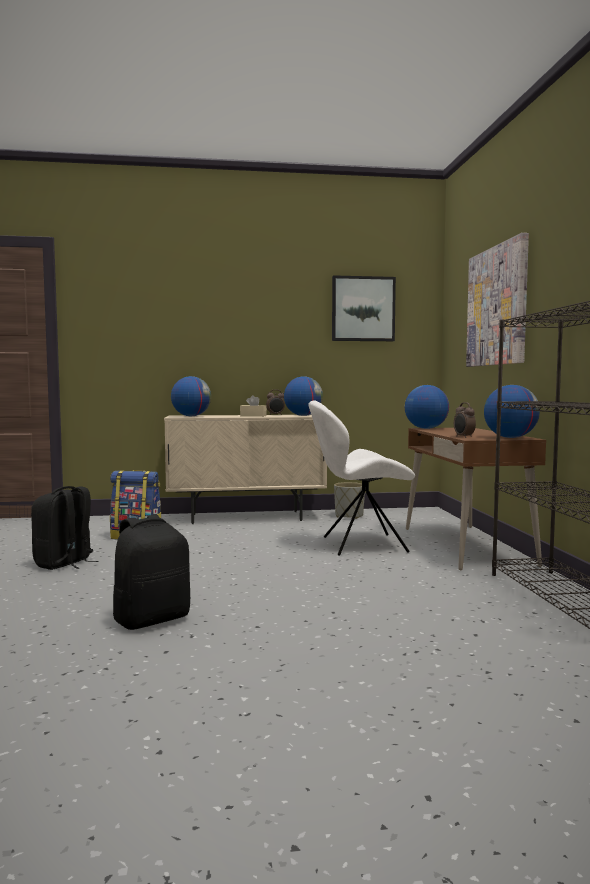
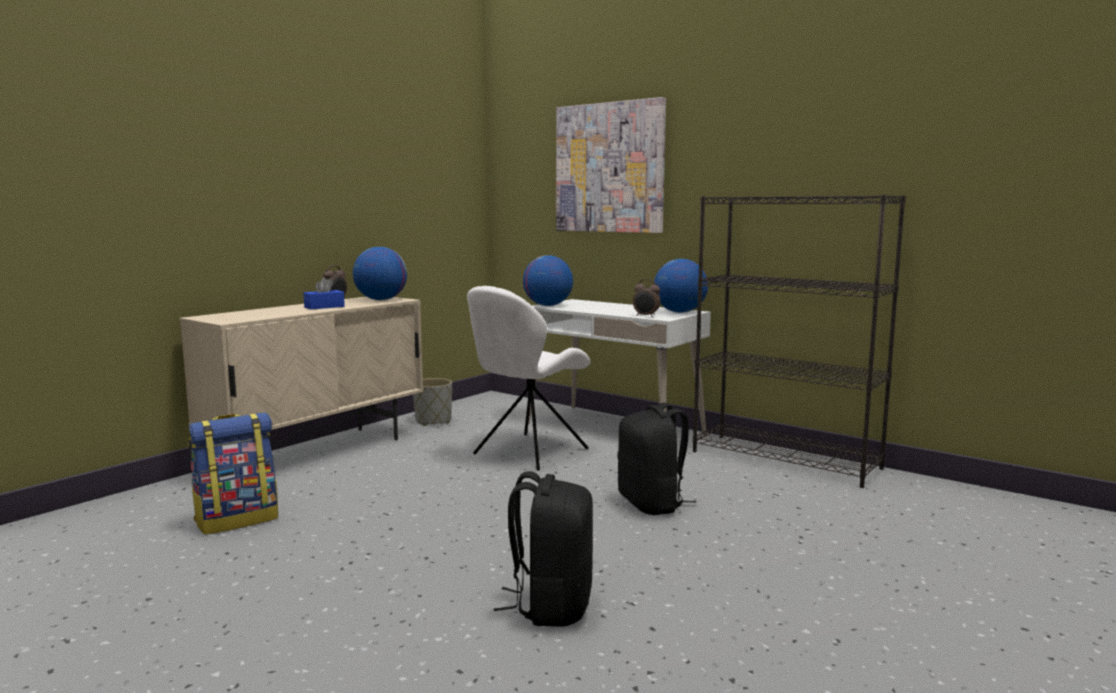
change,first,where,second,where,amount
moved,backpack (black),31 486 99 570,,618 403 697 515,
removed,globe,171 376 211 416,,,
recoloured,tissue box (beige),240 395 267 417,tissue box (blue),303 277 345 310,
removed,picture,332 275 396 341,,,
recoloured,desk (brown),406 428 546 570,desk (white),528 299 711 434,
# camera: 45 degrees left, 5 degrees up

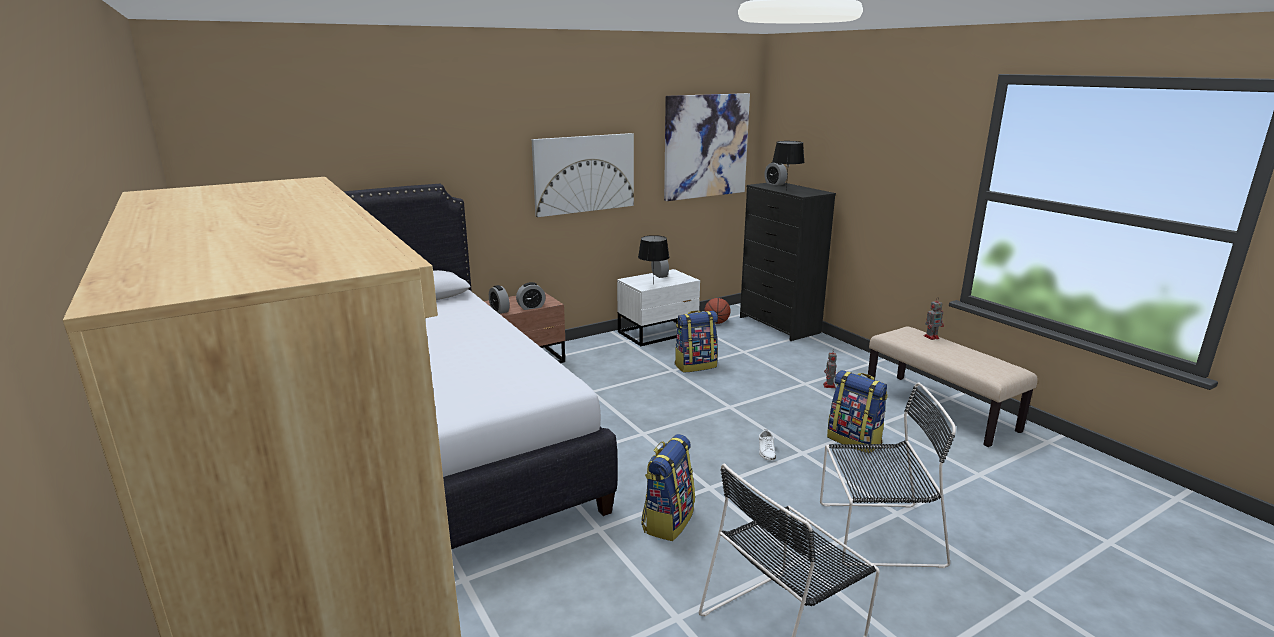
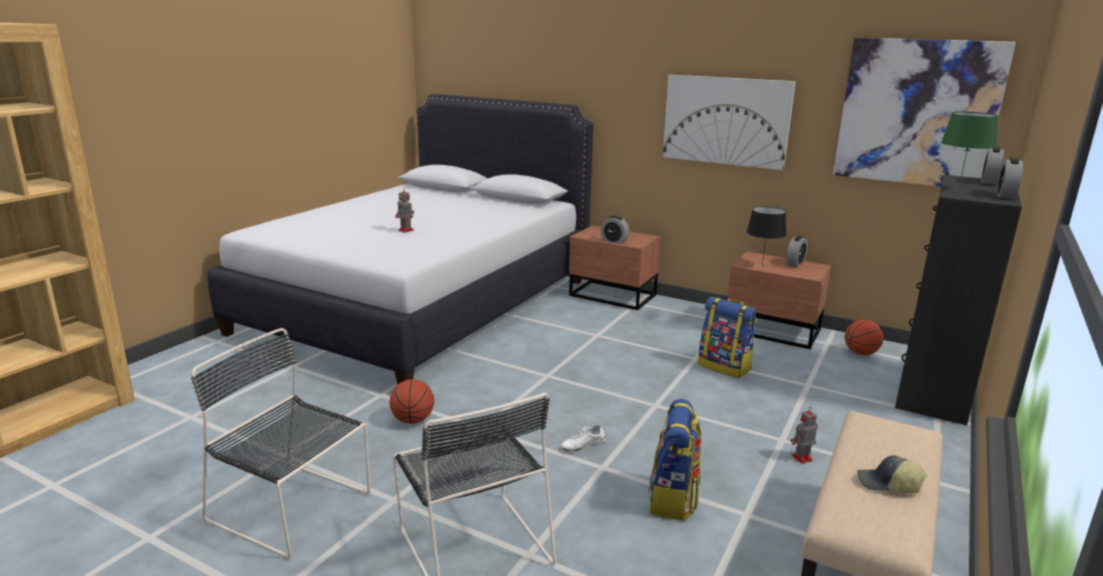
change,first,where,second,where,amount
moved,alarm clock,489 285 510 314,,996 158 1023 199,
recoloured,nightstand (white),617 269 700 346,nightstand (brown),728 251 831 349,
replaced,backpack,641 434 695 541,basketball,390 379 434 424,
recoloured,table lamp (black),772 141 805 190,table lamp (green),941 112 998 189,
moved,toy robot,924 297 944 340,,396 187 414 233,
added,,,cap,857 455 927 494,
# camera: 60 degrees right, 0 degrees up

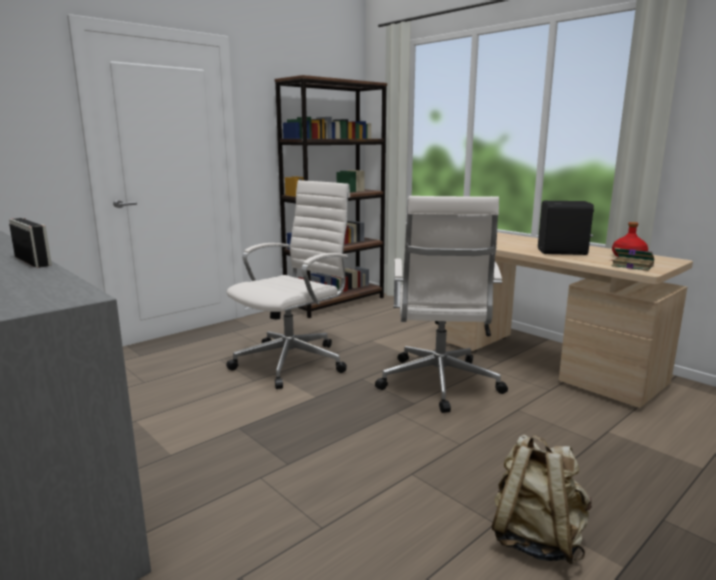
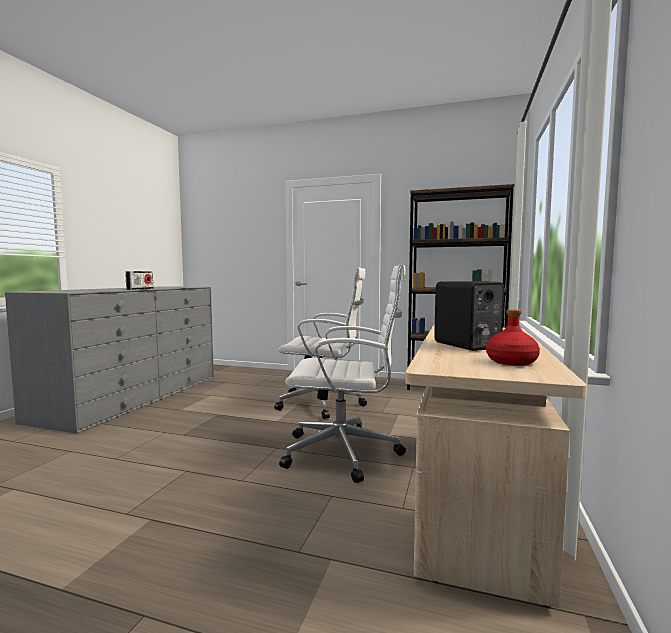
change,first,where,second,where,amount
turned,office chair (white),375 196 508 413,,279 264 406 483,150 degrees counterclockwise
removed,backpack (beige),492 434 592 564,,,
removed,book,610 248 655 271,,,
# camera: 60 degrees right, 10 degrees down

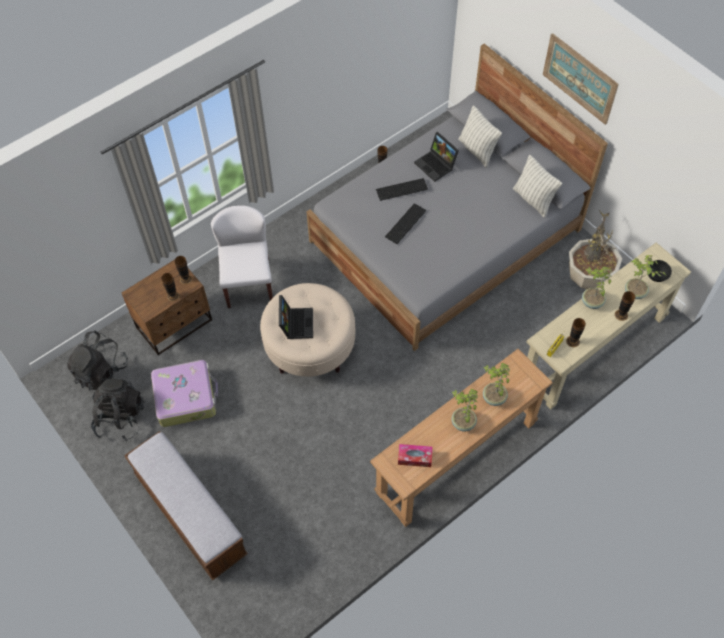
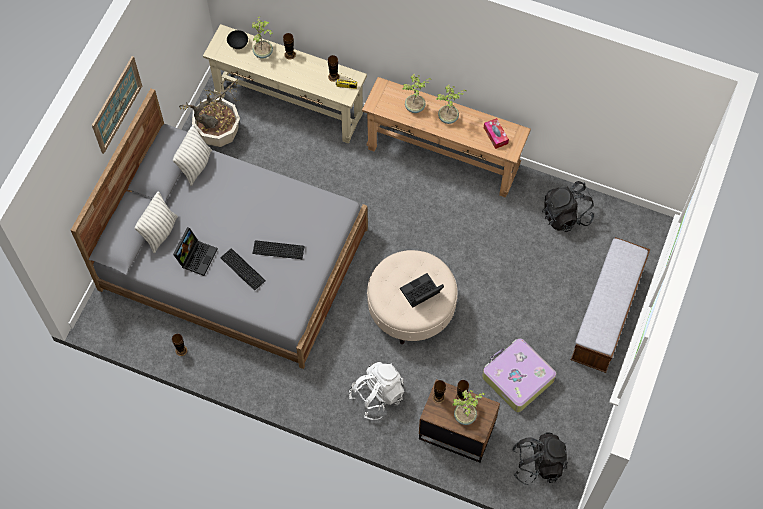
change,first,where,second,where,amount
moved,backpack (black),91 378 145 441,,542 181 594 232,
replaced,chair (white),211 205 273 308,backpack (white),349 362 405 420,
moved,potted plant,582 267 612 309,,452 390 485 425,
# camera: 120 degrees left, 5 degrees up

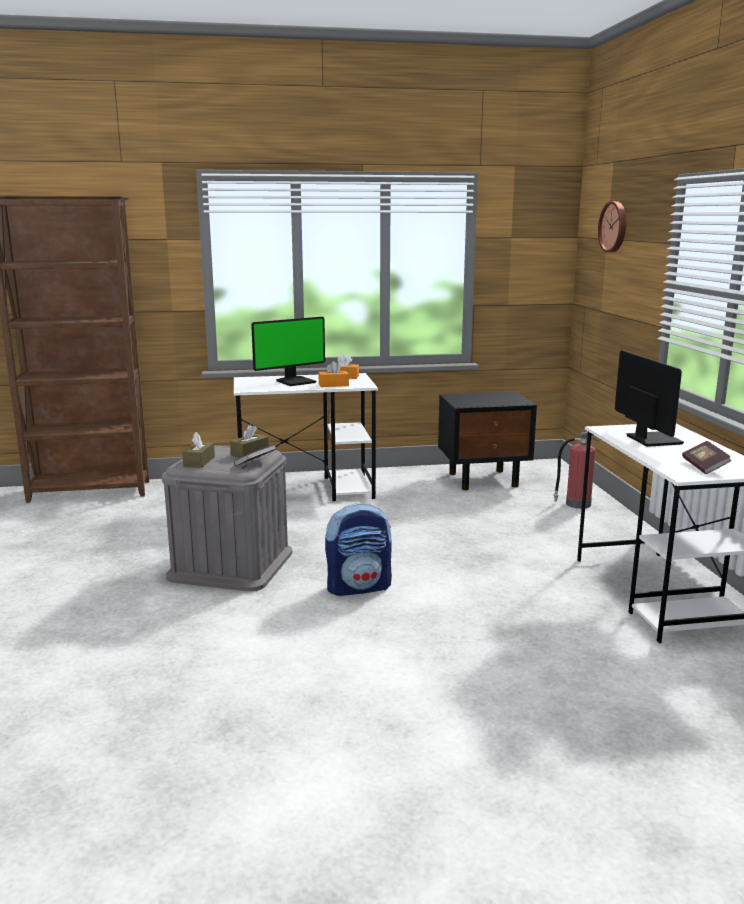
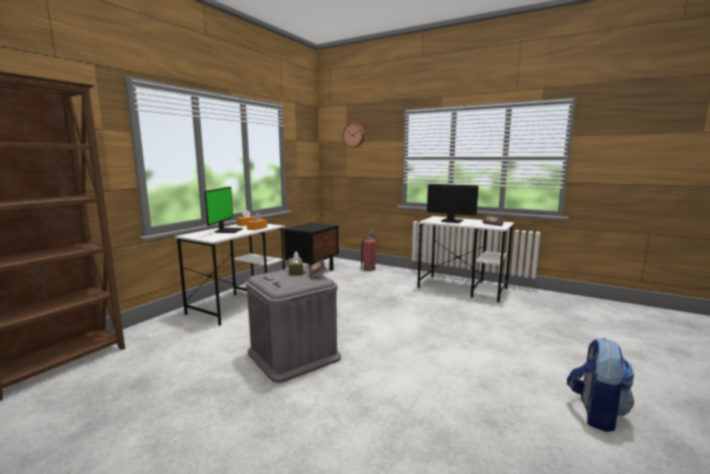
change,first,where,second,where,amount
removed,tissue box (brown),182 432 215 468,,,
moved,backpack,325 503 392 596,,567 338 634 432,
# camera: 50 degrees left, 5 degrees down

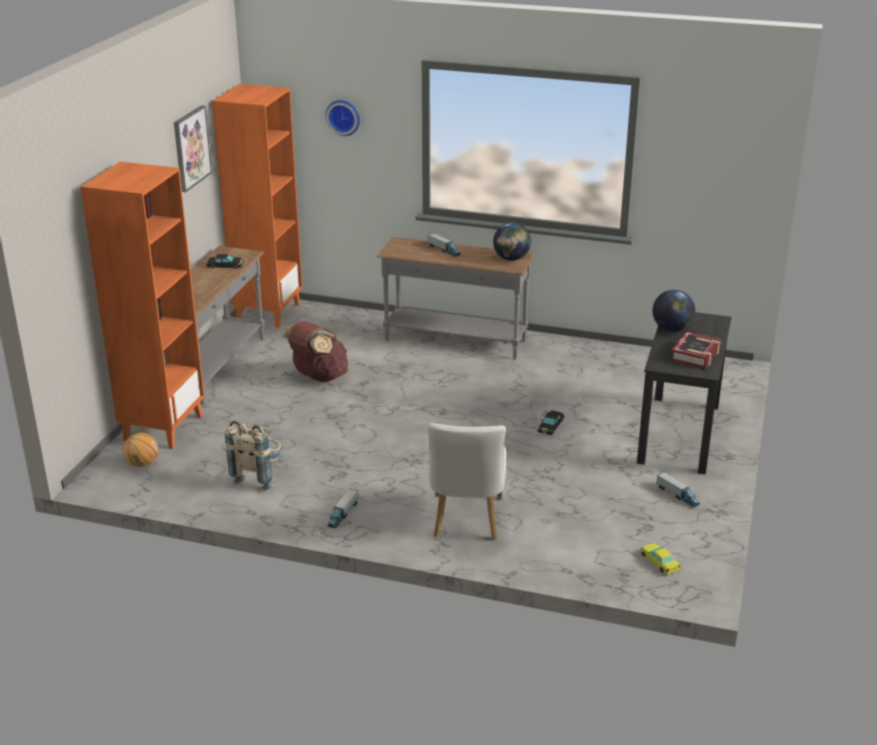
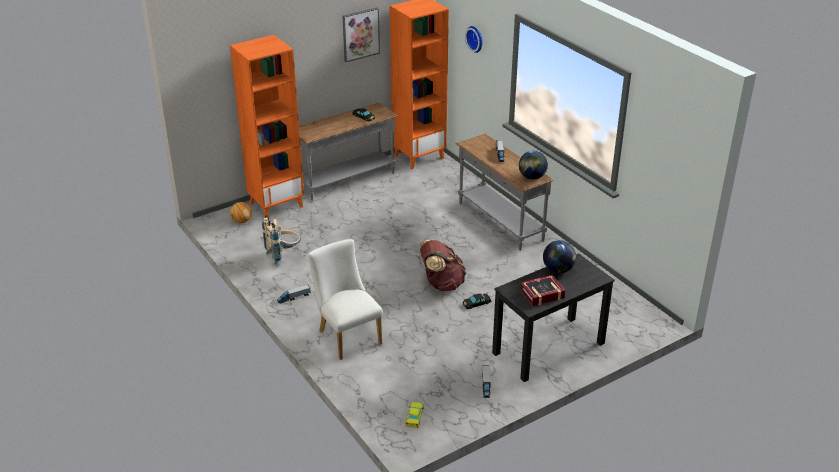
change,first,where,second,where,amount
moved,backpack (brown),281 321 348 382,,420 240 466 291,
turned,chair (white),428 423 506 540,,308 239 383 360,105 degrees clockwise
# camera: 40 degrees right, 5 degrees up

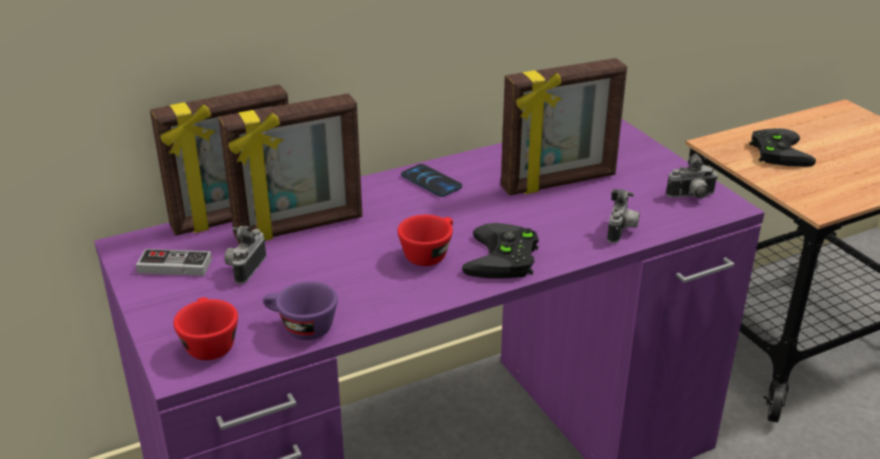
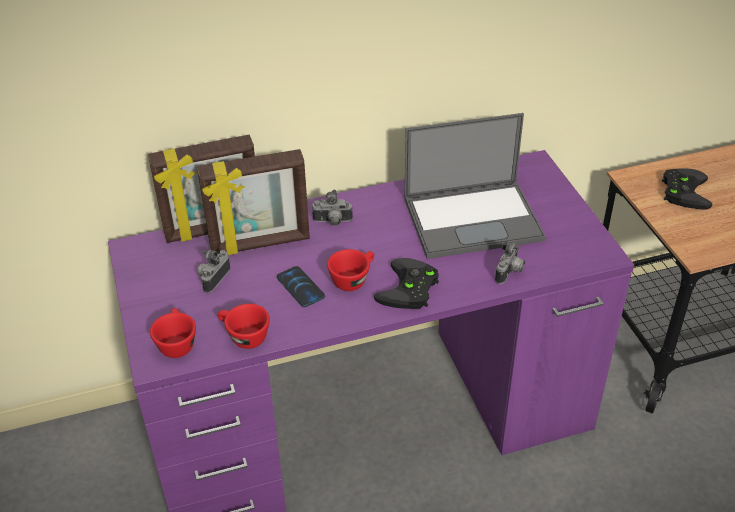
change,first,where,second,where,amount
removed,game controller,136 249 212 276,,,
recoloured,cup (purple),263 281 338 340,cup (red),217 304 270 349,
moved,phone,401 164 462 197,,277 266 325 307,
replaced,picture frame,501 58 627 195,laptop,404 113 546 259,
moved,photo camera,666 153 718 198,,312 190 353 226,
# camera: 10 degrees right, 10 degrees up

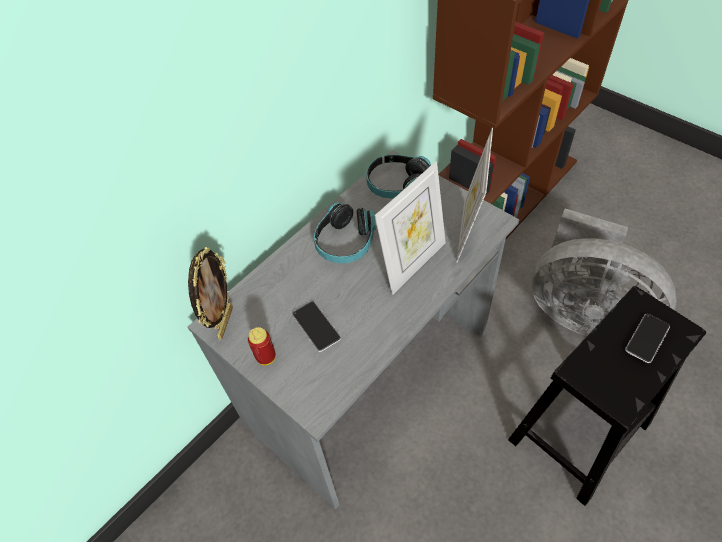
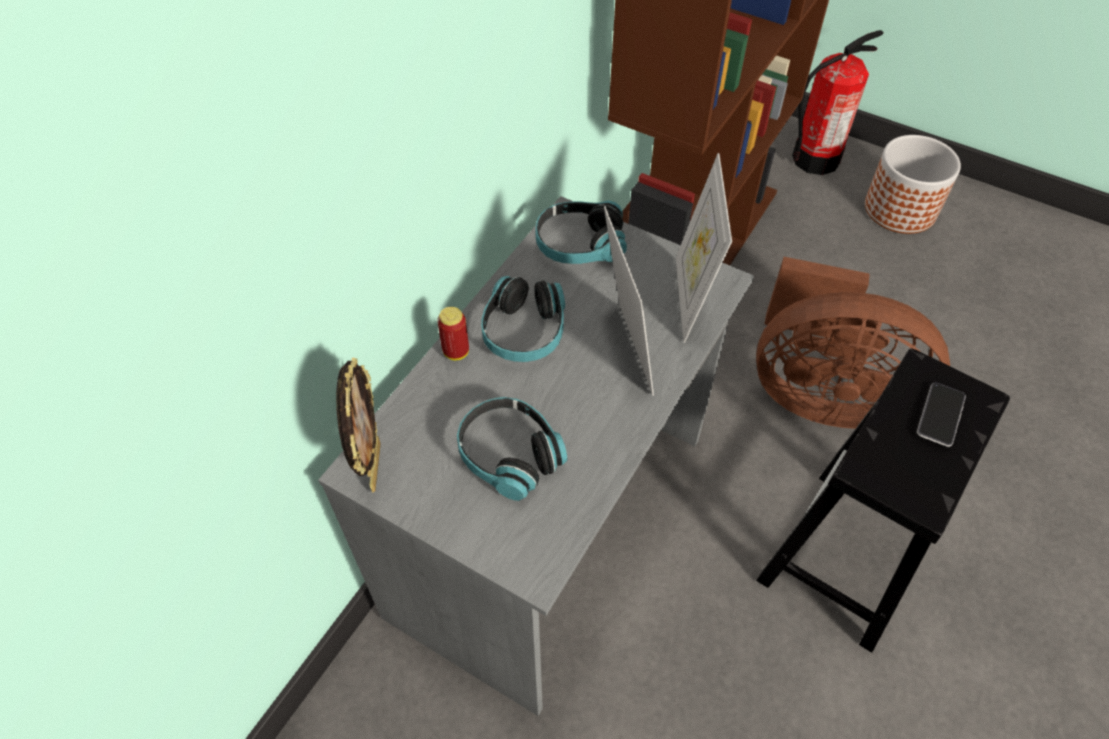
change,first,where,second,where,amount
moved,can,248 327 276 365,,437 307 469 360,
replaced,phone,292 301 341 352,headphones,457 397 567 501,
turned,picture frame,375 161 446 295,,604 206 654 396,45 degrees counterclockwise
recoloured,fan (grey),532 209 677 336,fan (brown),756 257 950 429,
added,,,fire extinguisher,792 30 884 175,
added,,,planter,865 135 961 234,
# camera: 15 degrees left, 0 degrees up

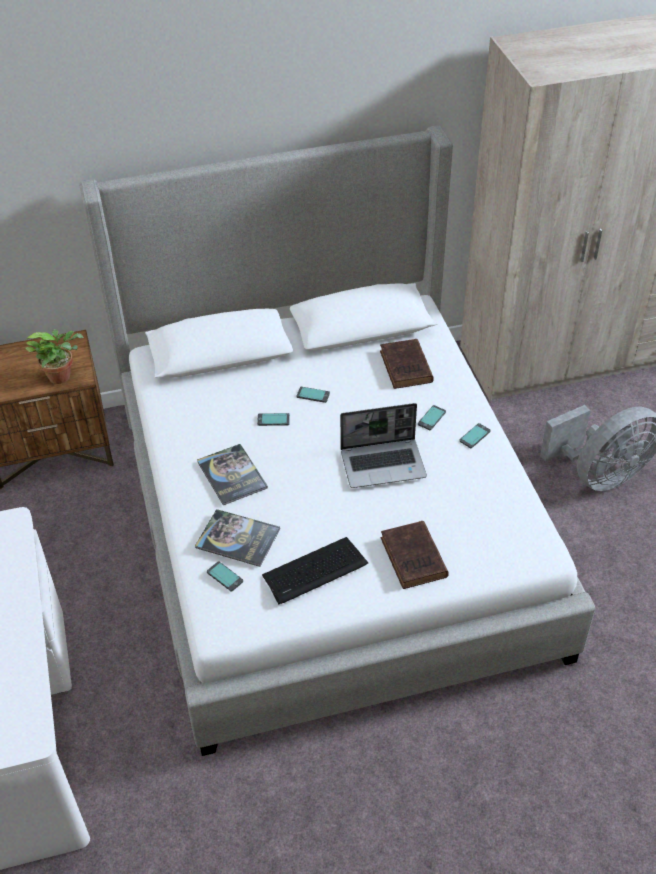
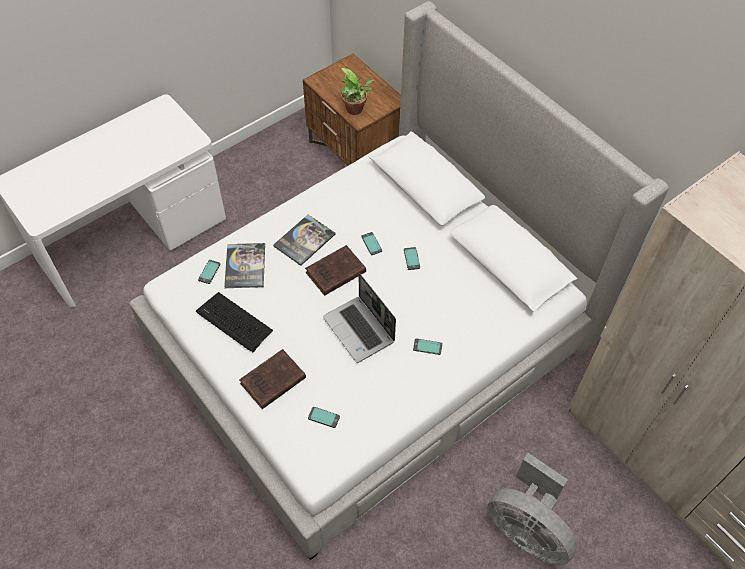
change,first,where,second,where,amount
moved,book (brown),380 339 434 389,,305 245 366 296,
moved,phone,459 423 491 448,,308 407 340 428,
# camera: 65 degrees right, 10 degrees up

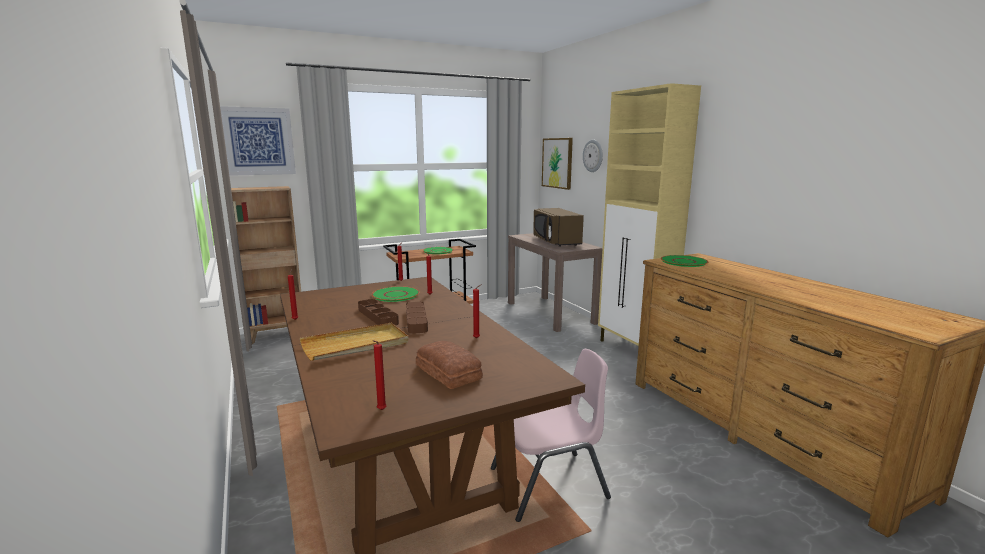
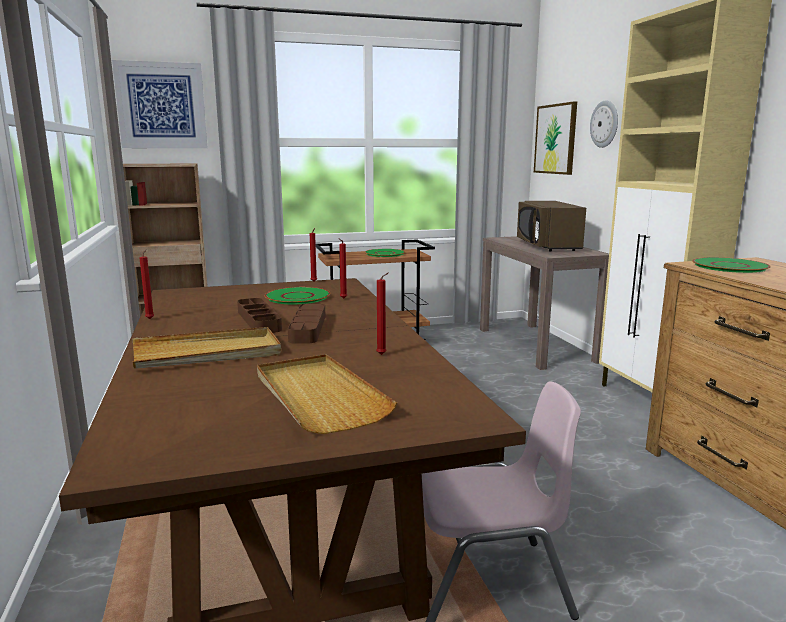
change,first,where,second,where,amount
removed,candle (red),373 340 386 410,,,
replaced,bread,416 341 483 389,tray (beige),257 354 397 434,
# camera: 10 degrees right, 0 degrees up

